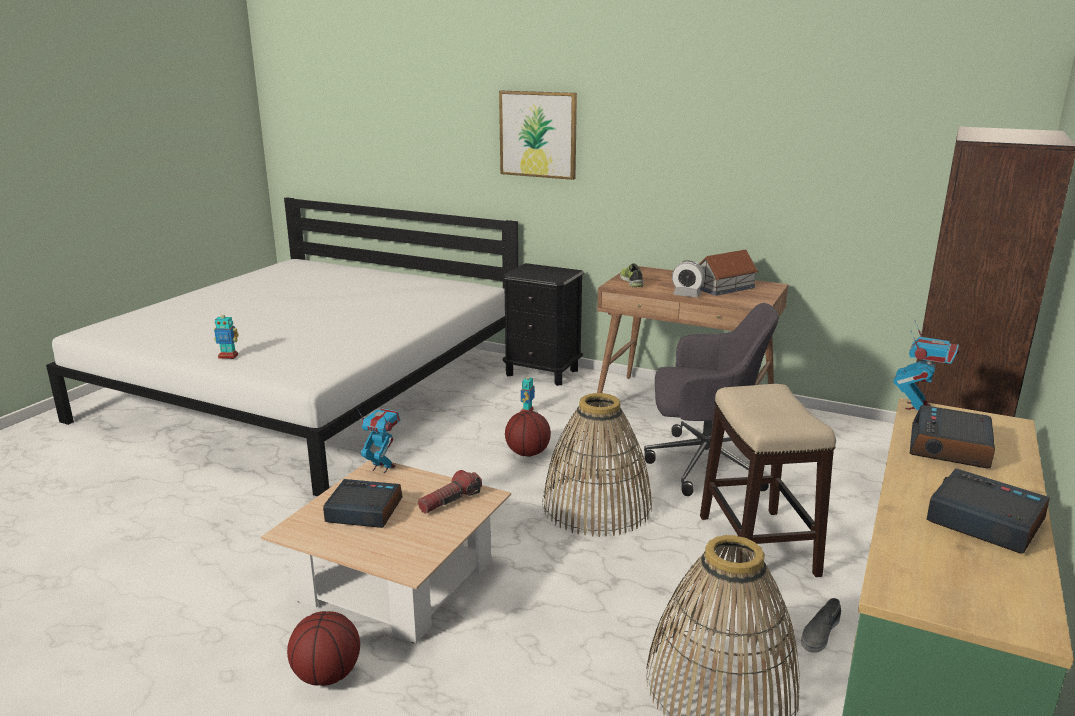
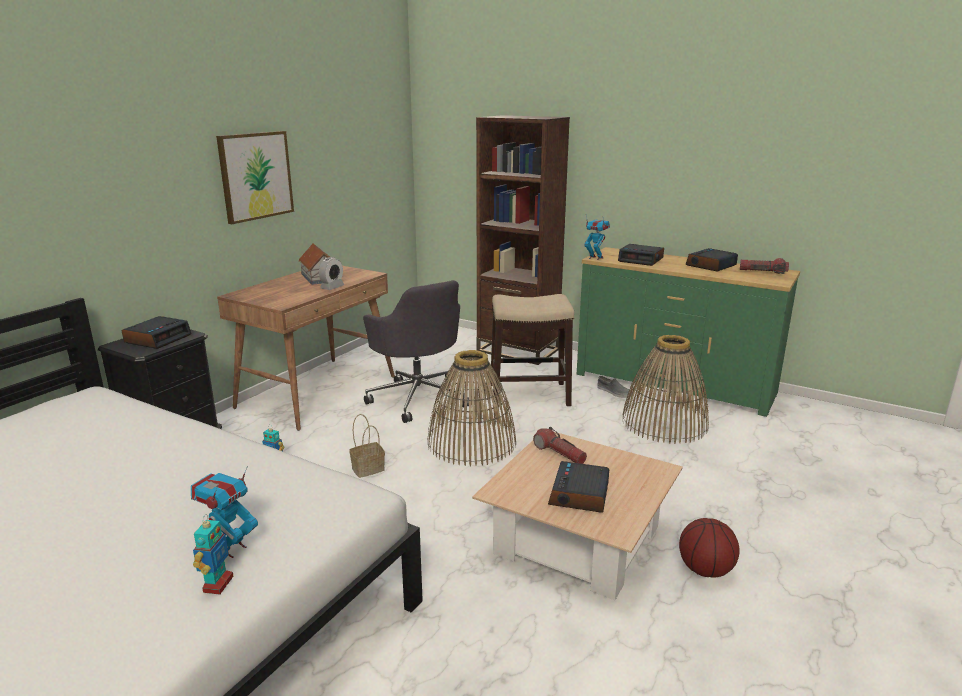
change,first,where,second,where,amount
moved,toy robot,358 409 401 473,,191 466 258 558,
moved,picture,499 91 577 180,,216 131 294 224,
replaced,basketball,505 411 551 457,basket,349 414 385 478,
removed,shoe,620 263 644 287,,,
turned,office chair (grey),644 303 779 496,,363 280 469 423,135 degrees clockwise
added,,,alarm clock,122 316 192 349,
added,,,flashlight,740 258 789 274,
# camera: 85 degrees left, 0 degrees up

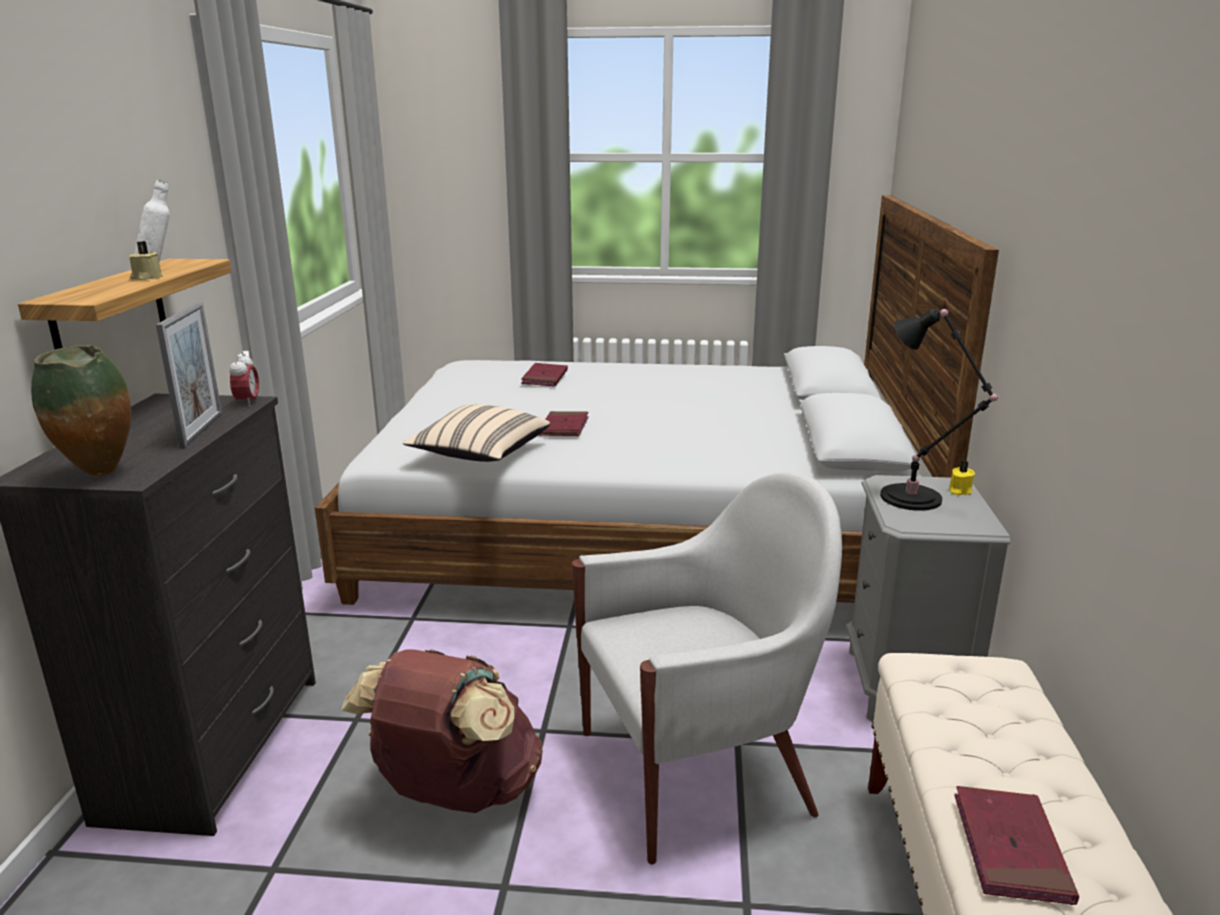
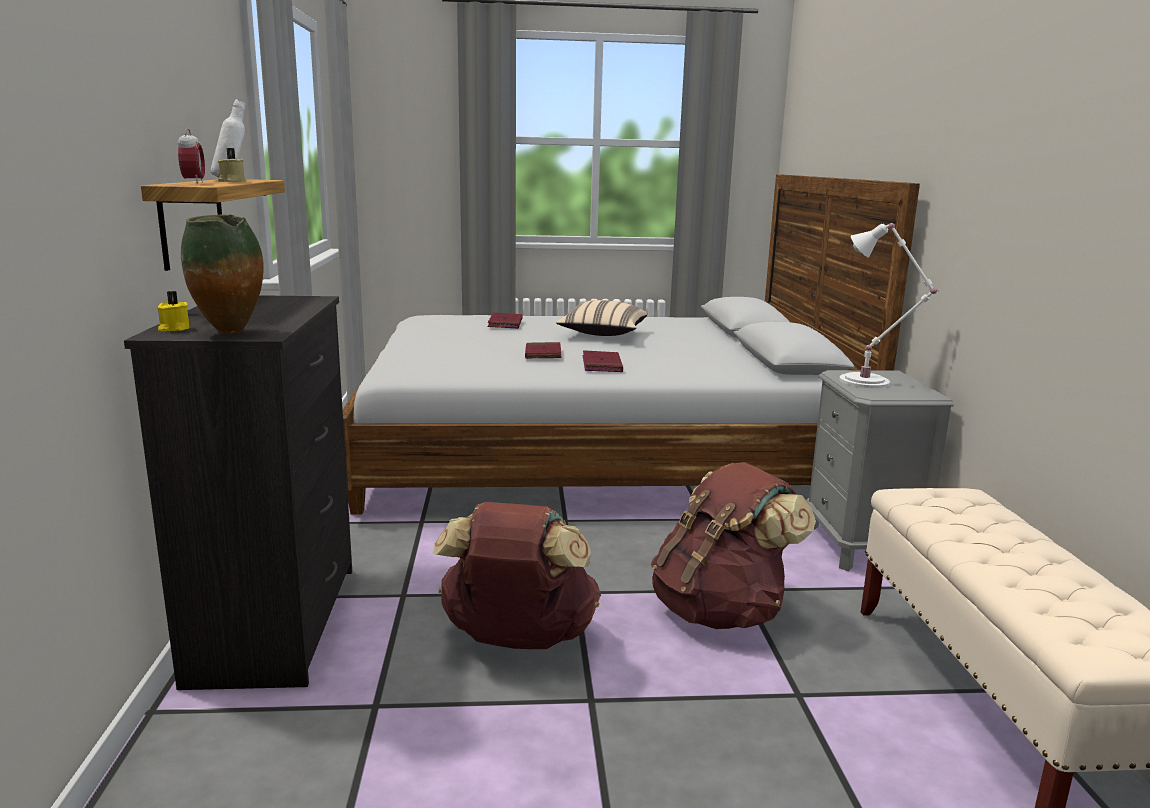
change,first,where,second,where,amount
removed,picture frame,156 302 222 448,,,
moved,alarm clock,229 352 259 406,,178 128 205 184,
moved,pillow (beige),403 404 550 462,,556 300 647 336,
replaced,armchair (white),572 472 842 864,backpack (brown),651 462 816 629,
recoloured,table lamp (black),880 309 1001 511,table lamp (white),839 223 939 388,
moved,candle (yellow),949 461 975 495,,158 291 190 332,
moved,book (red),954 786 1079 905,,583 350 623 372,
# camera: 10 degrees left, 5 degrees down

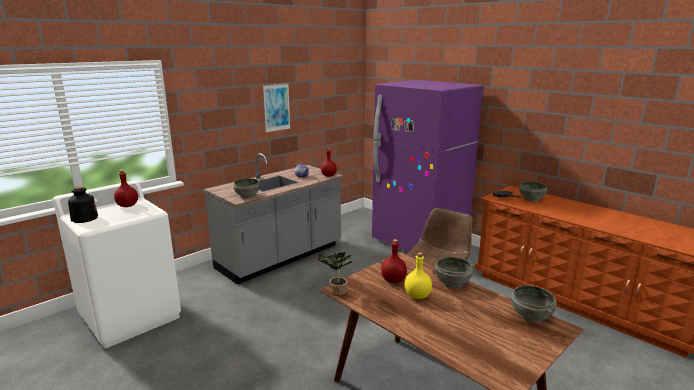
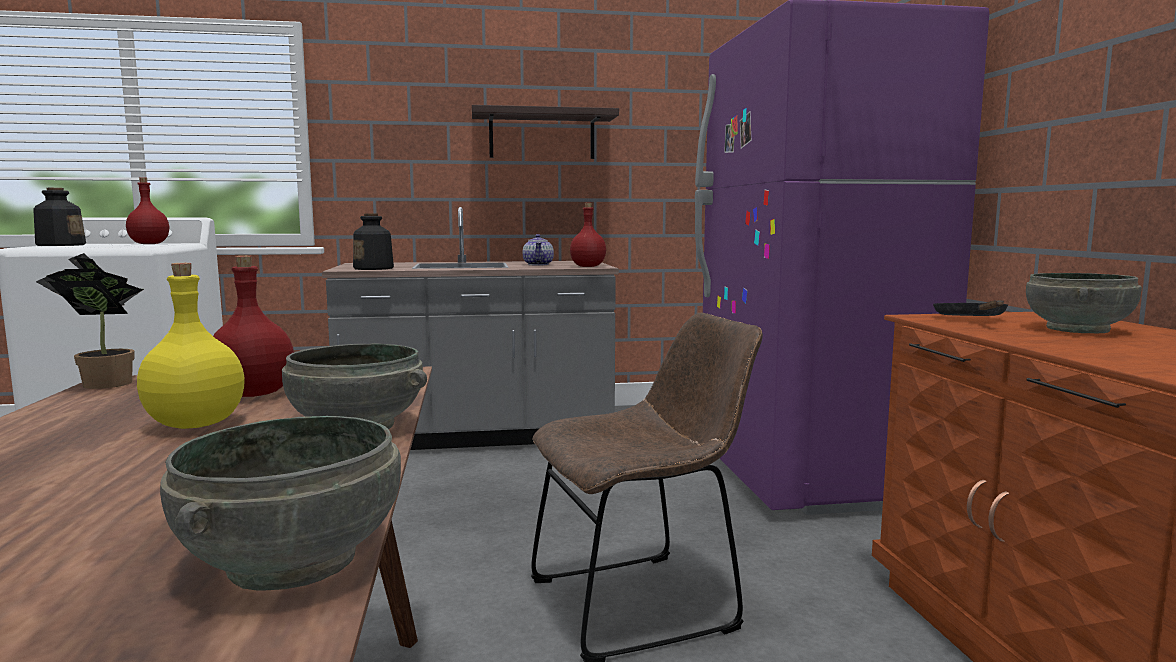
change,first,where,second,where,amount
replaced,bowl (grey),233 178 260 198,bottle,353 213 394 270,
replaced,picture,263 83 291 133,shelf,472 105 619 159,
# camera: 35 degrees right, 10 degrees down

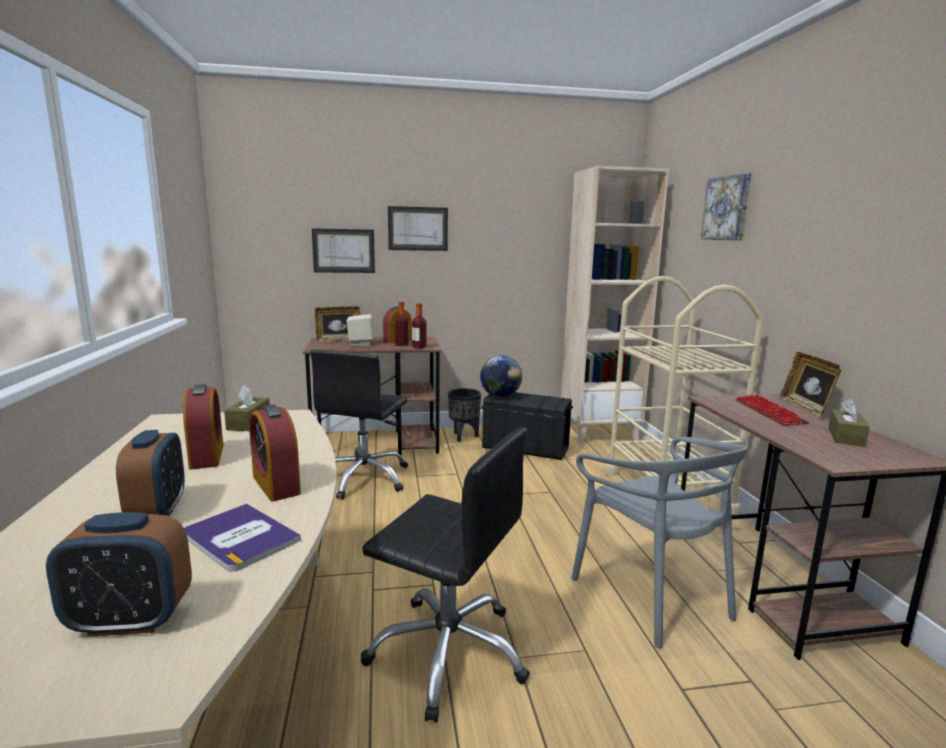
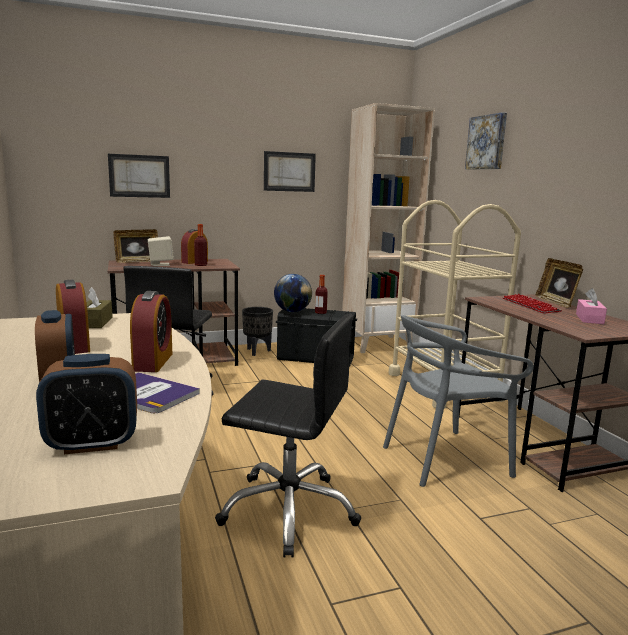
change,first,where,second,where,amount
turned,alarm clock,249 404 301 502,,130 291 172 372,135 degrees counterclockwise
moved,picture,388 206 448 251,,264 151 316 192,
moved,bottle,412 303 427 349,,315 275 328 314,
turned,chair (grey),571 437 748 648,,383 315 534 487,105 degrees clockwise
recoloured,tissue box (brown),829 398 869 447,tissue box (pink),576 288 607 324,
# camera: 10 degrees left, 0 degrees up

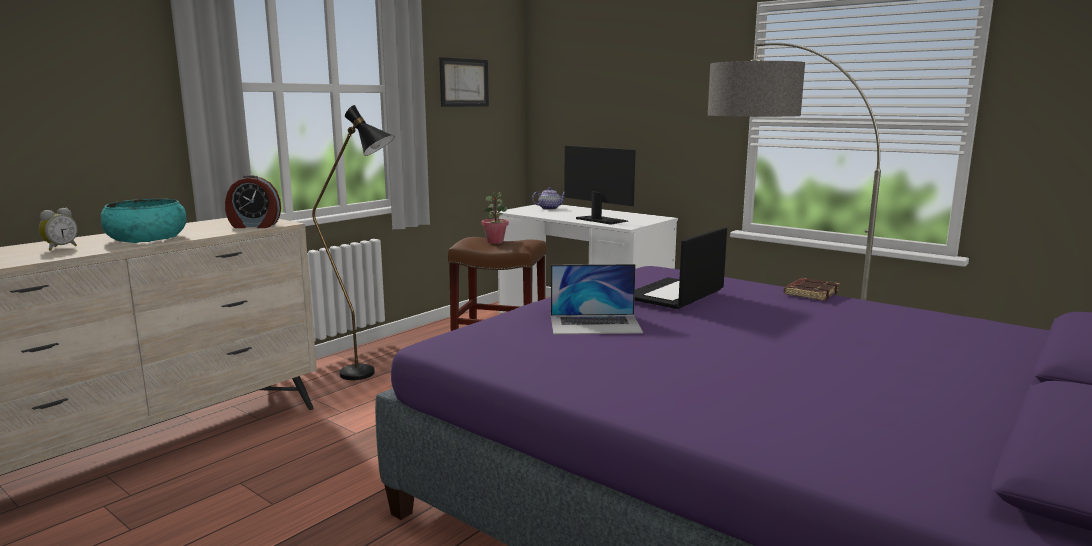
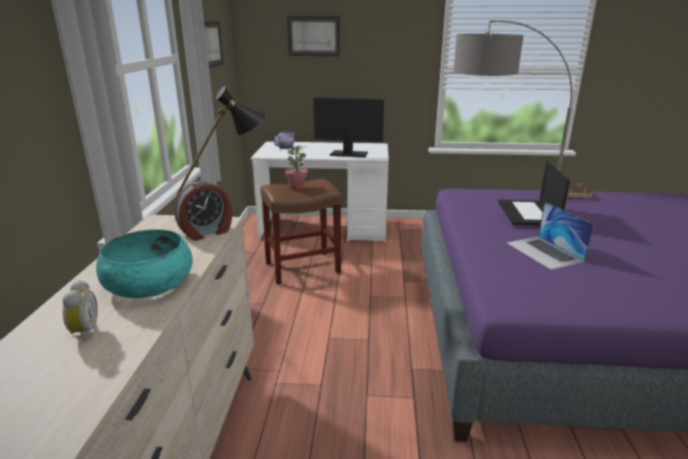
change,first,where,second,where,amount
turned,laptop,551 264 643 334,,507 202 594 270,105 degrees clockwise
added,,,picture,287 16 340 56,
# camera: 35 degrees left, 10 degrees up

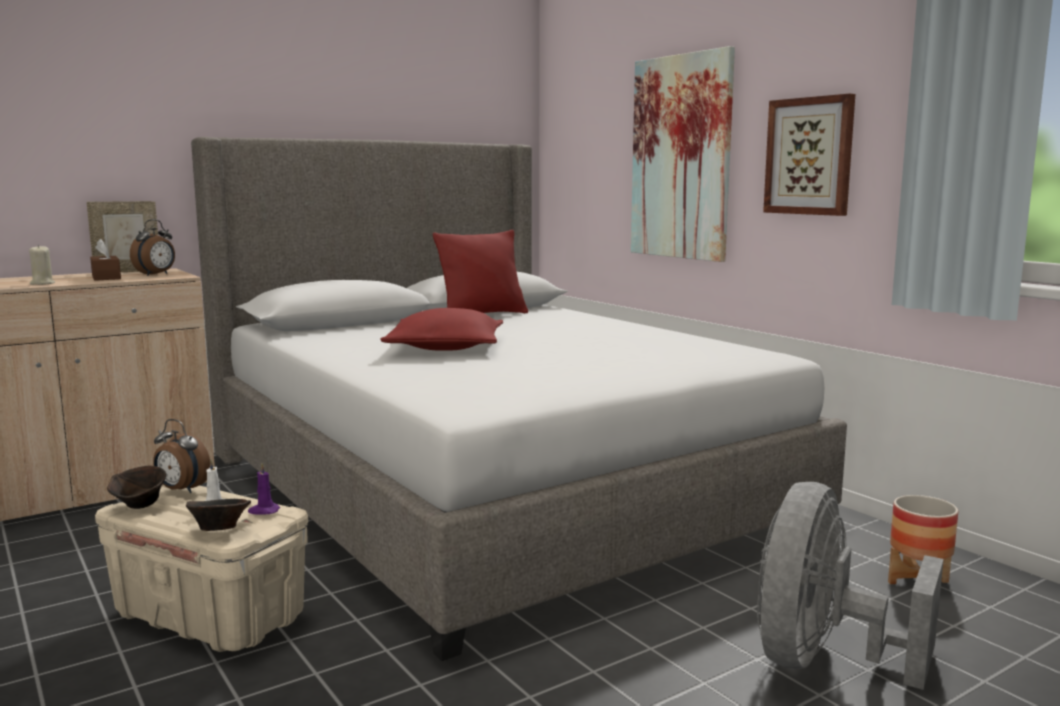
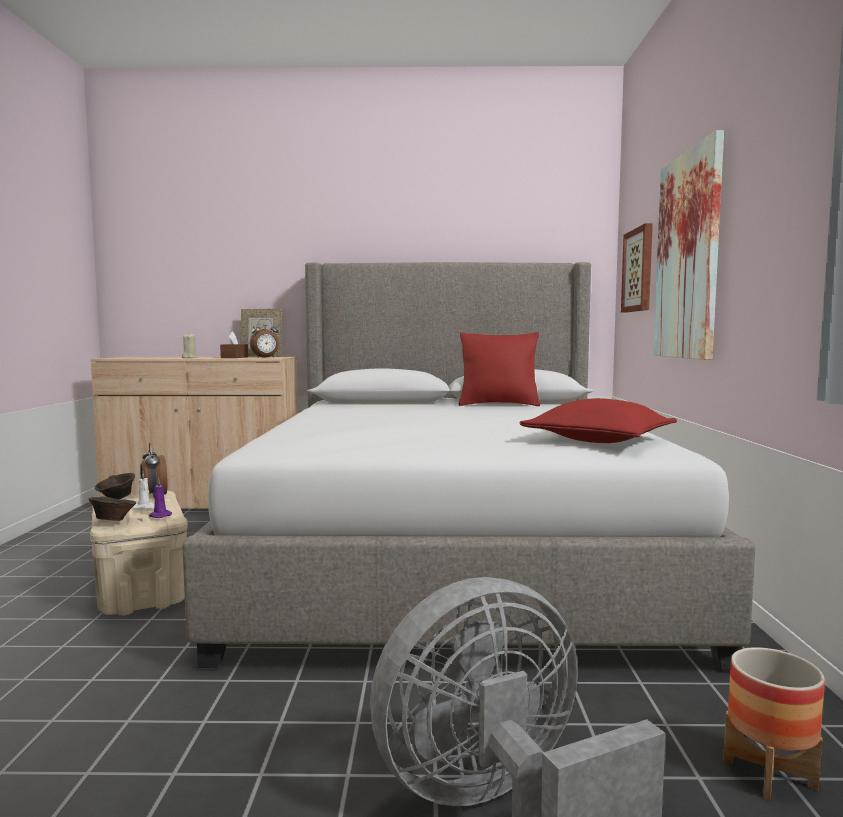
change,first,where,second,where,amount
moved,pillow (red),380 308 503 351,,519 398 677 443,
moved,picture,763 94 855 216,,621 223 653 312,
# camera: 35 degrees right, 5 degrees down

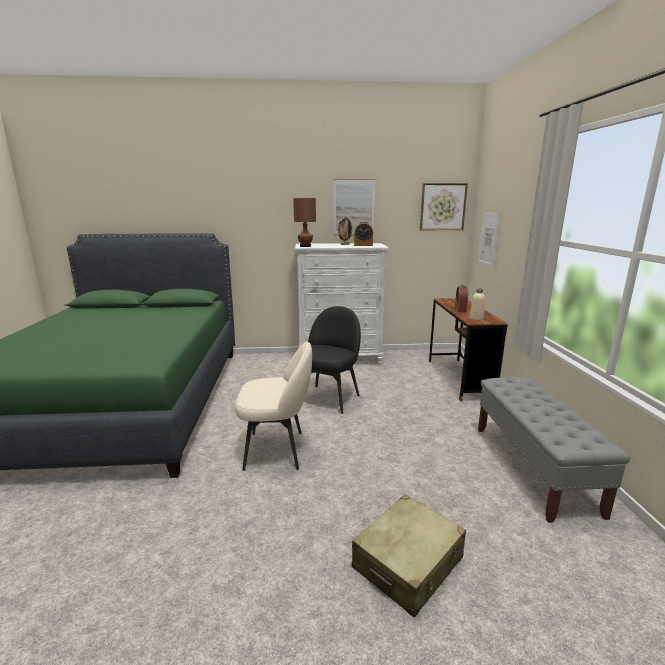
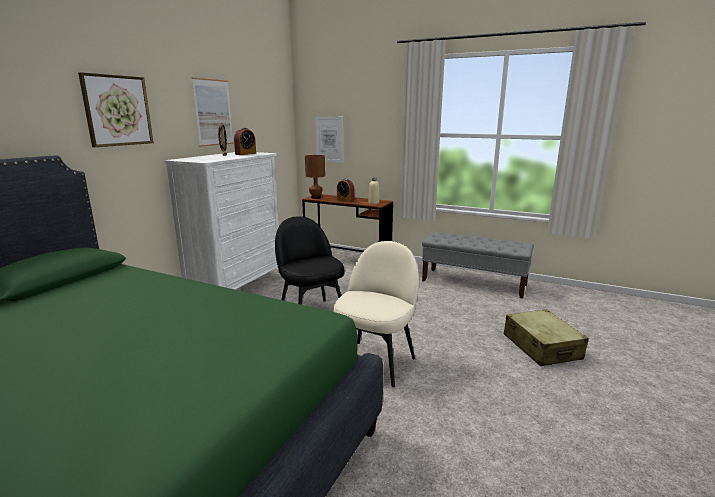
change,first,where,second,where,amount
moved,table lamp (brown),293 198 316 247,,305 155 325 199,
moved,picture,420 183 468 230,,78 72 154 147,
# camera: 60 degrees left, 0 degrees up

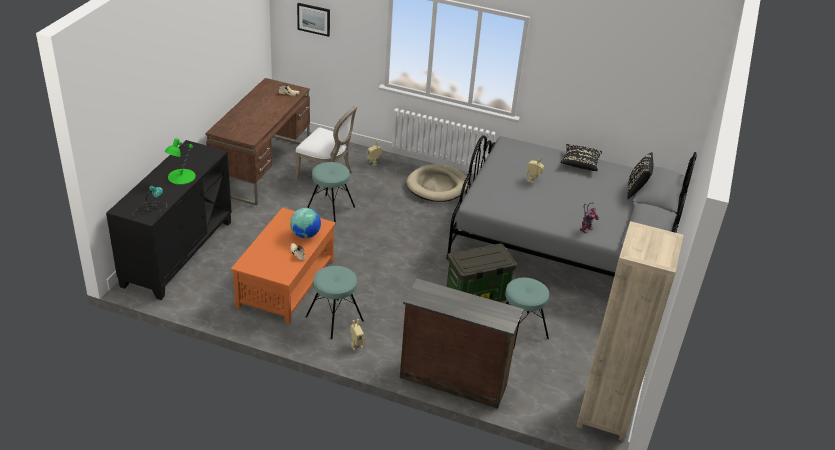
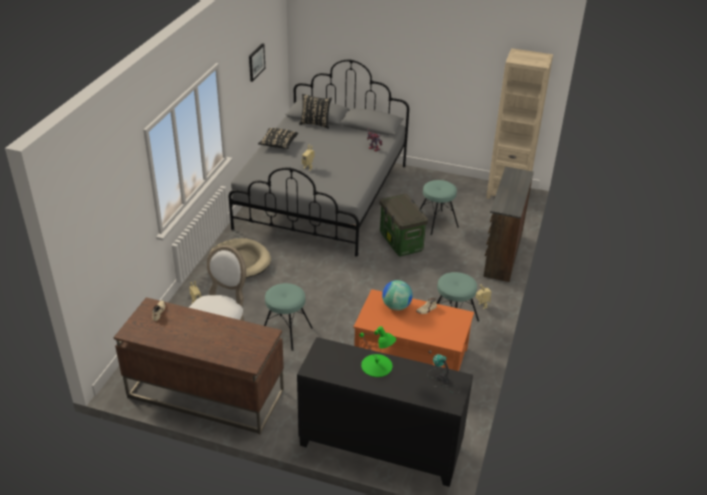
change,first,where,second,where,amount
moved,picture,297 3 330 37,,249 43 265 82,
# camera: 90 degrees left, 0 degrees up

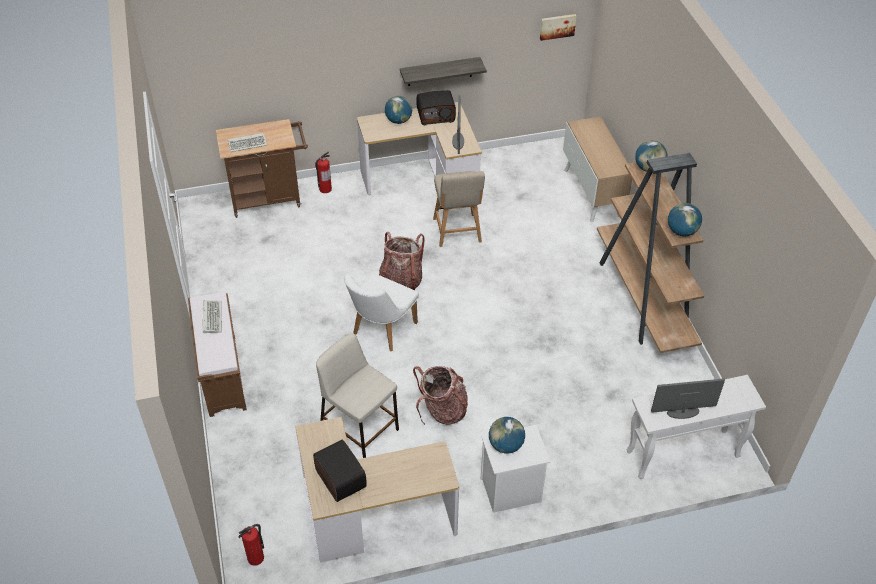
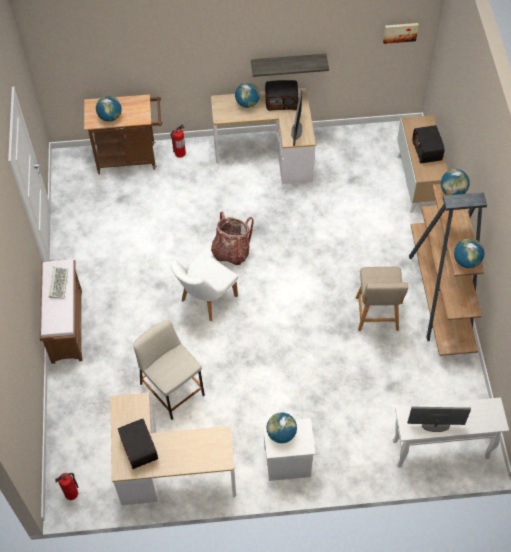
change,first,where,second,where,amount
replaced,keyboard,228 133 267 152,globe,96 96 122 122,
removed,backpack,413 366 468 425,,,
moved,chair (beige),433 171 485 247,,356 267 408 331,
added,,,radio,412 125 445 164,
# camera: 10 degrees right, 10 degrees up

